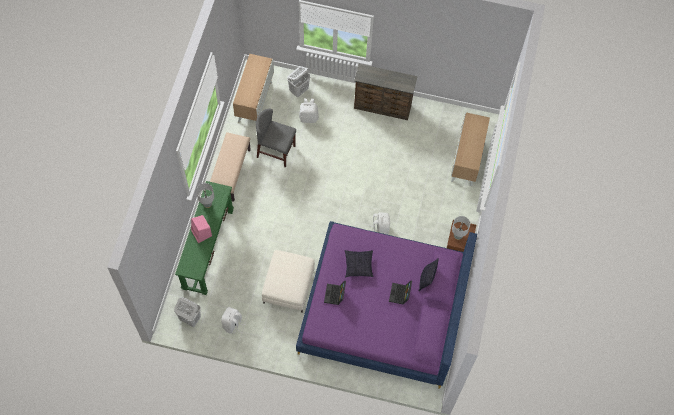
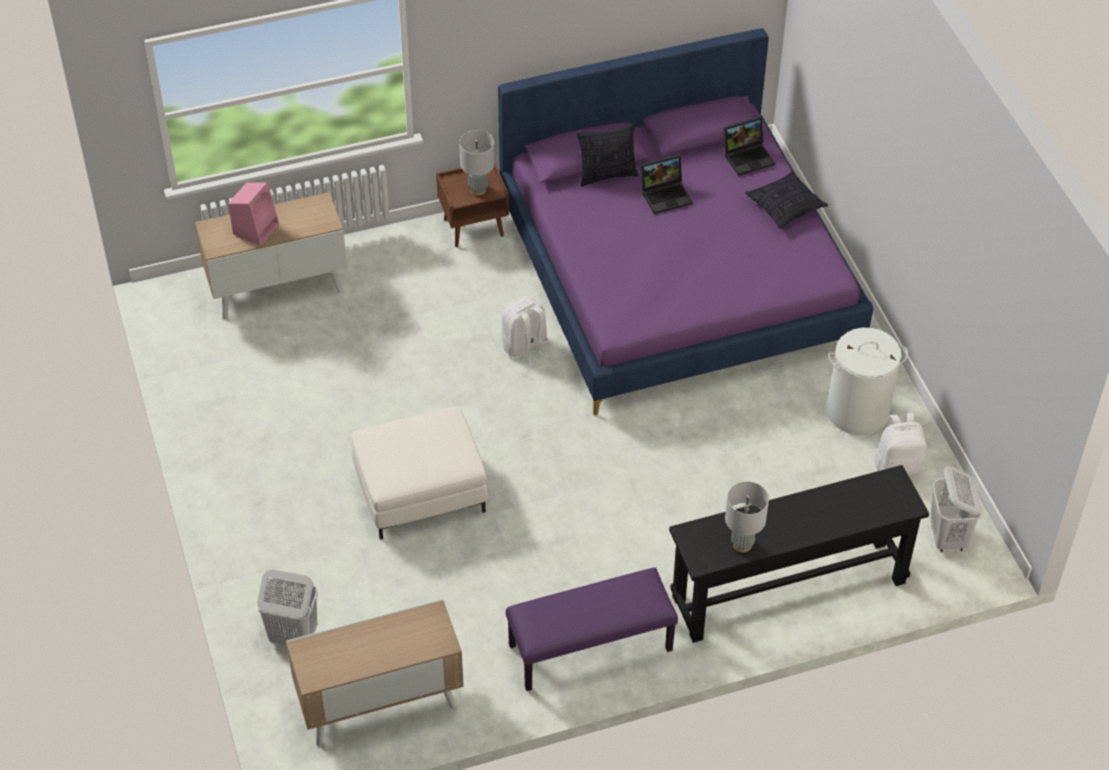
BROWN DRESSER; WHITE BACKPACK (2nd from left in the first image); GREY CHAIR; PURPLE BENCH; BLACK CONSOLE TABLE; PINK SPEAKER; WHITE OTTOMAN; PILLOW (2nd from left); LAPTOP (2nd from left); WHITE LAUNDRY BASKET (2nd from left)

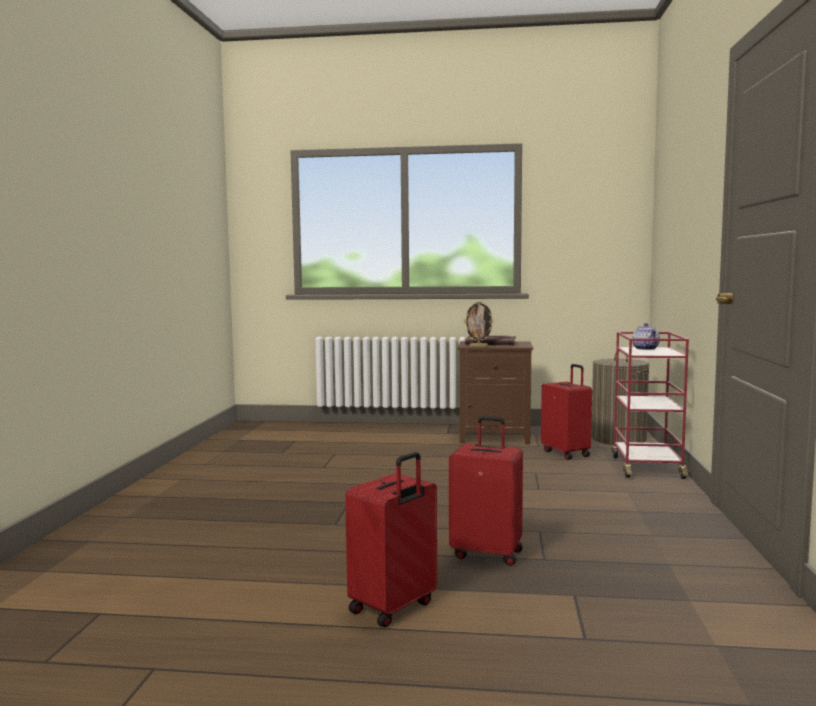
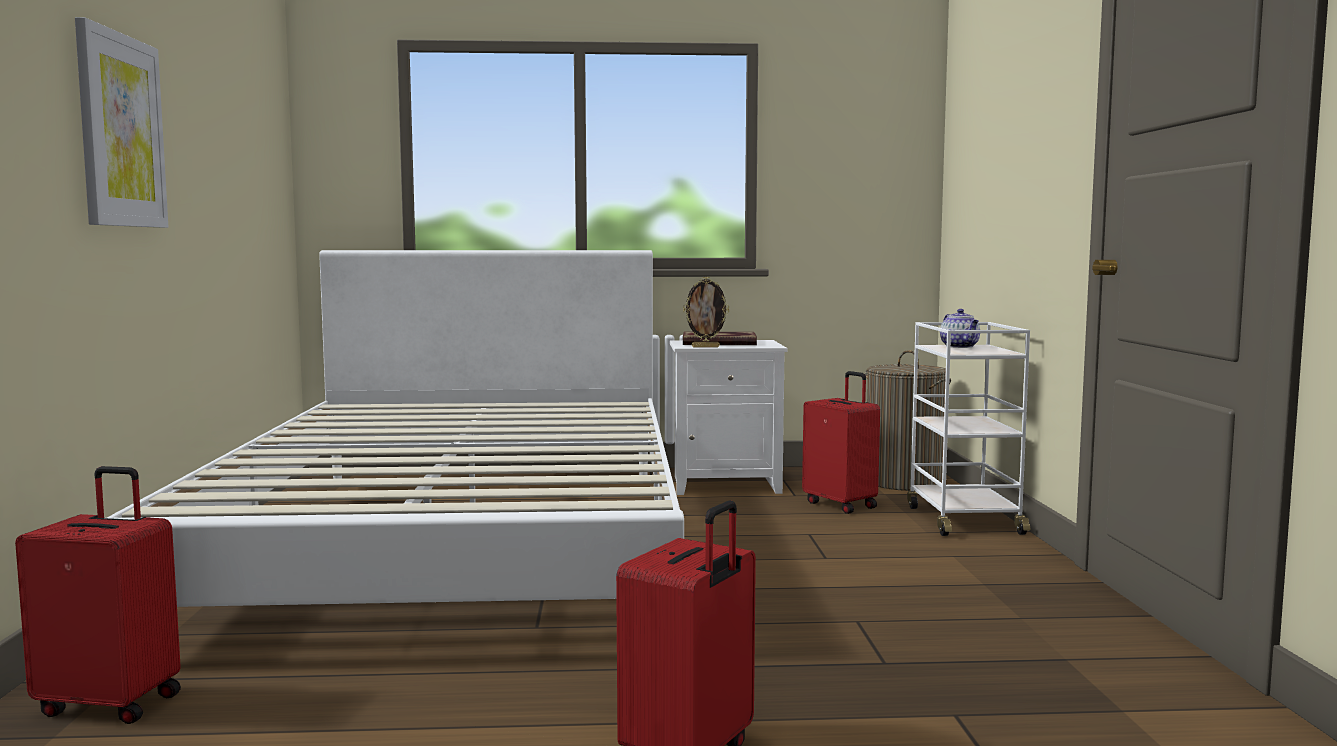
WHITE CART; WHITE NIGHTSTAND; RED SUITCASE (1st from left); PICTURE; WHITE BED

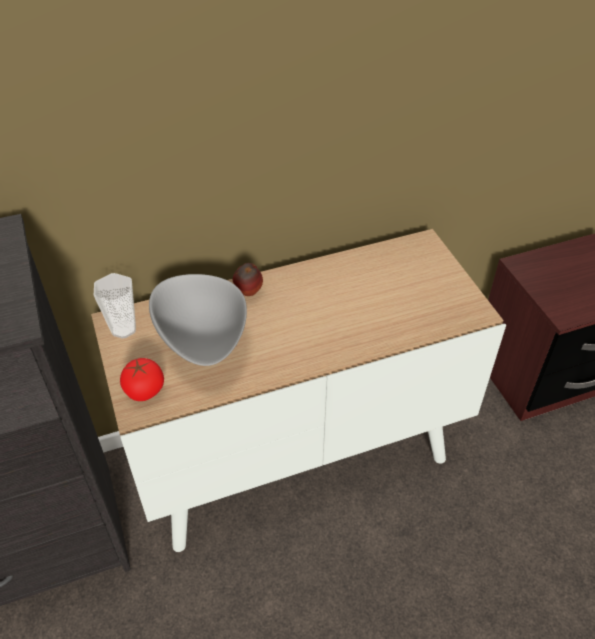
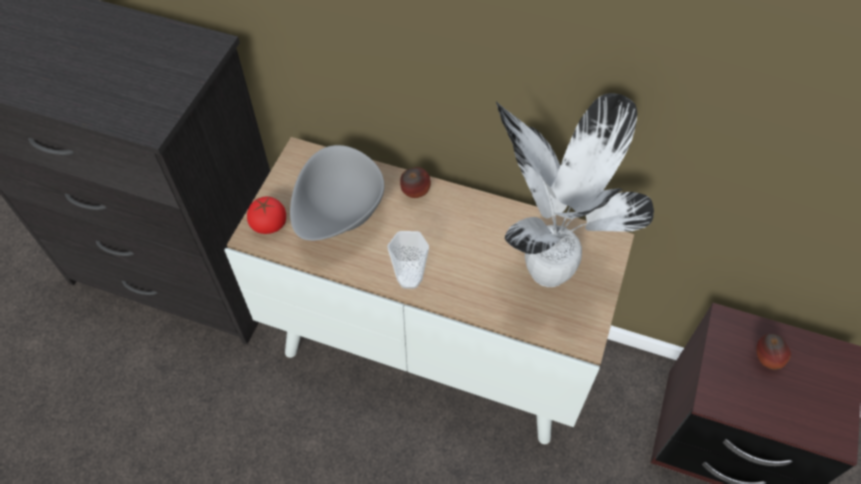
CUP; POTTED PLANT; APPLE (2nd from left)

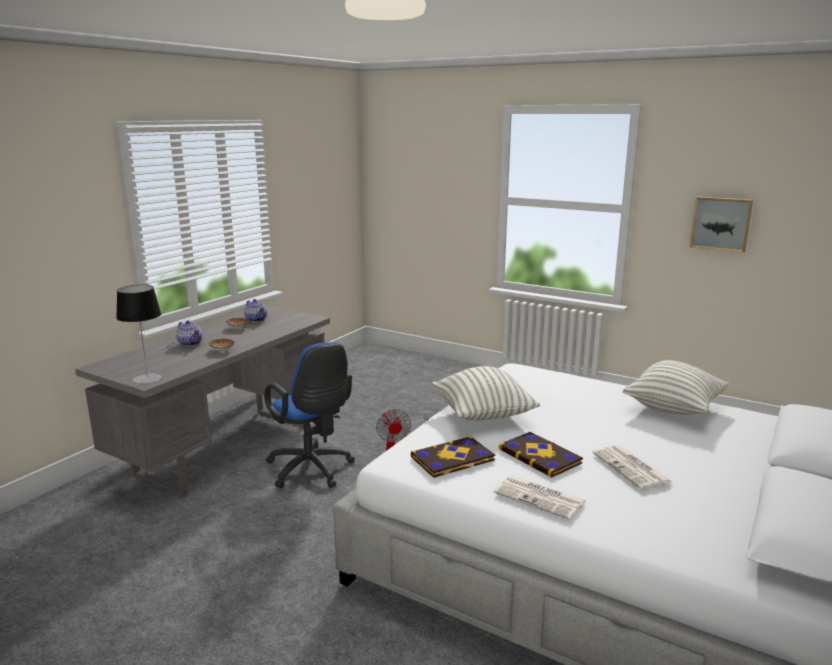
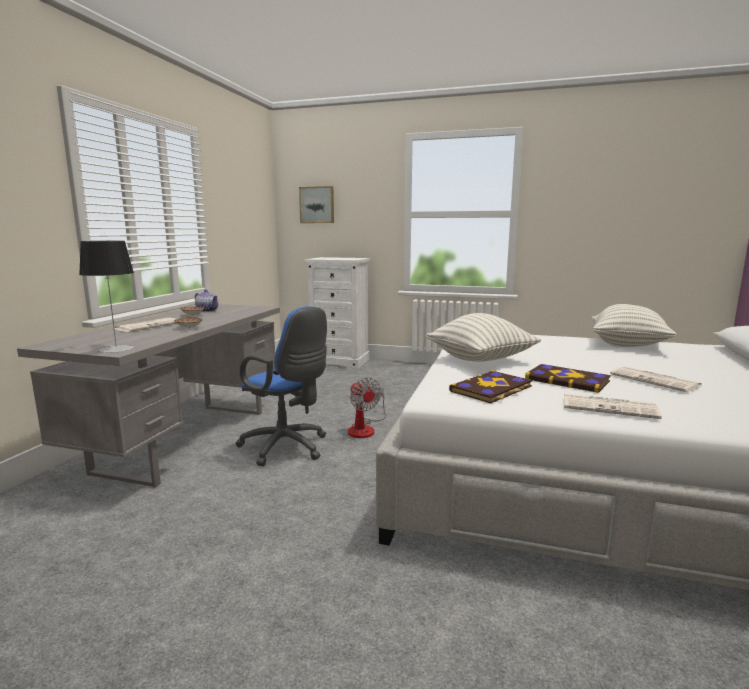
PICTURE; NEWSPAPER (1st from left); WHITE DRESSER

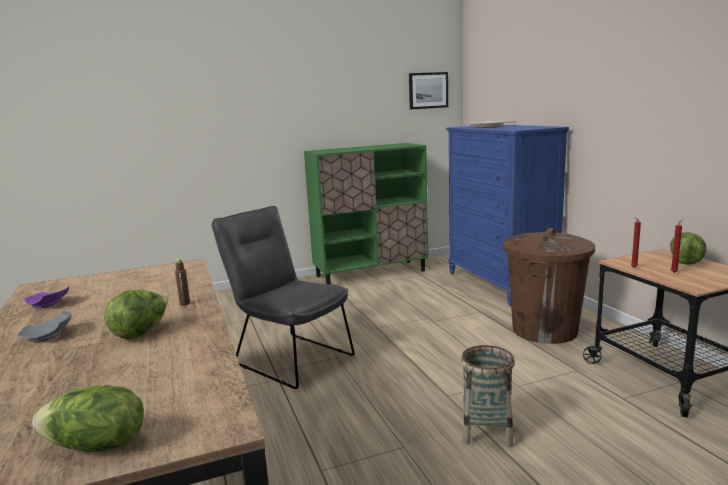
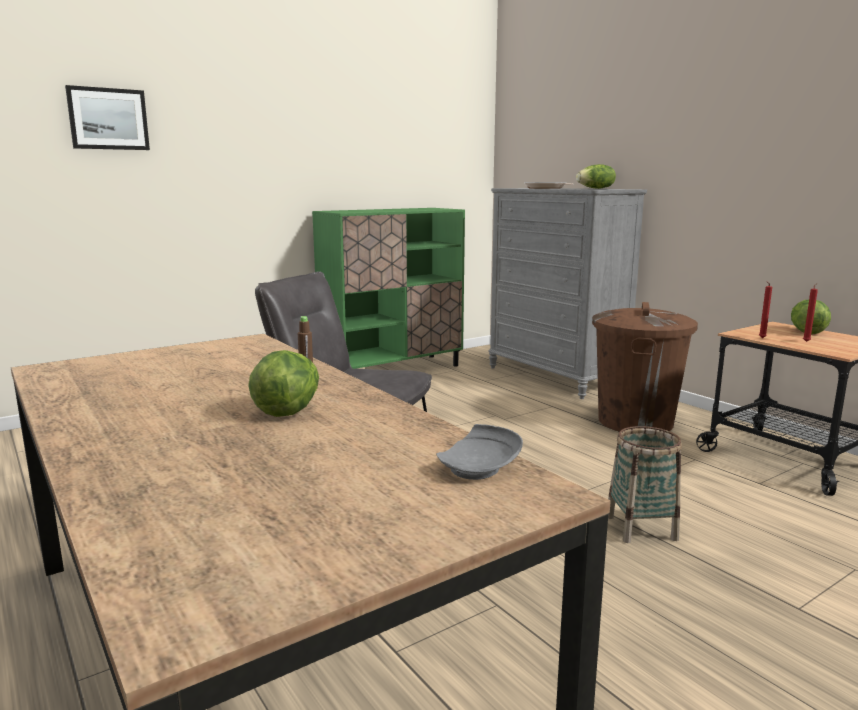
PICTURE; GREY DRESSER; PURPLE PLATE; GREY PLATE; LETTUCE (2nd from left)

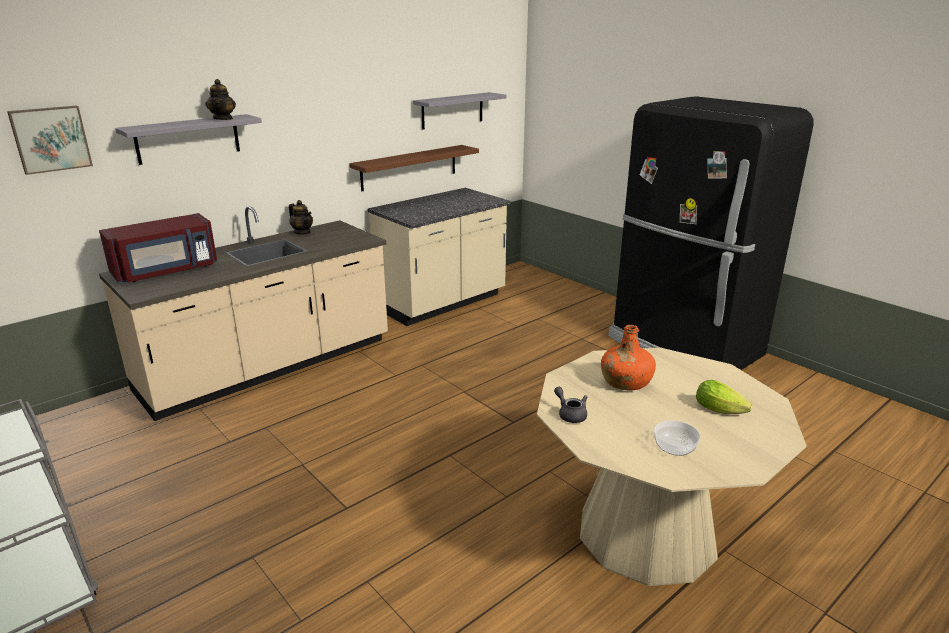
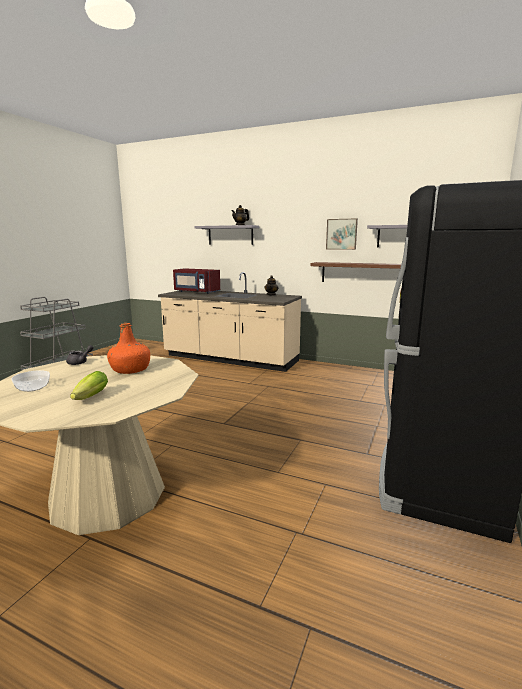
PICTURE; BEIGE COUNTER (2nd from left in the first image)

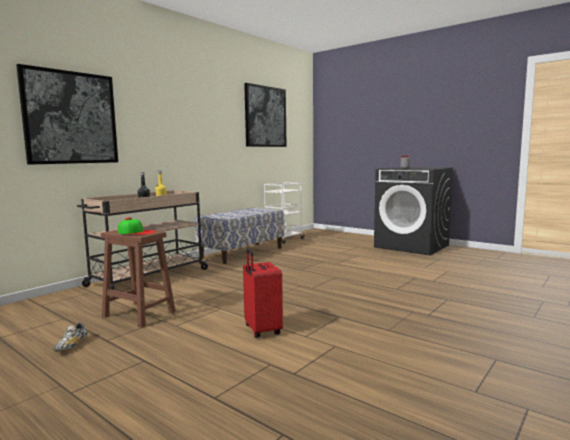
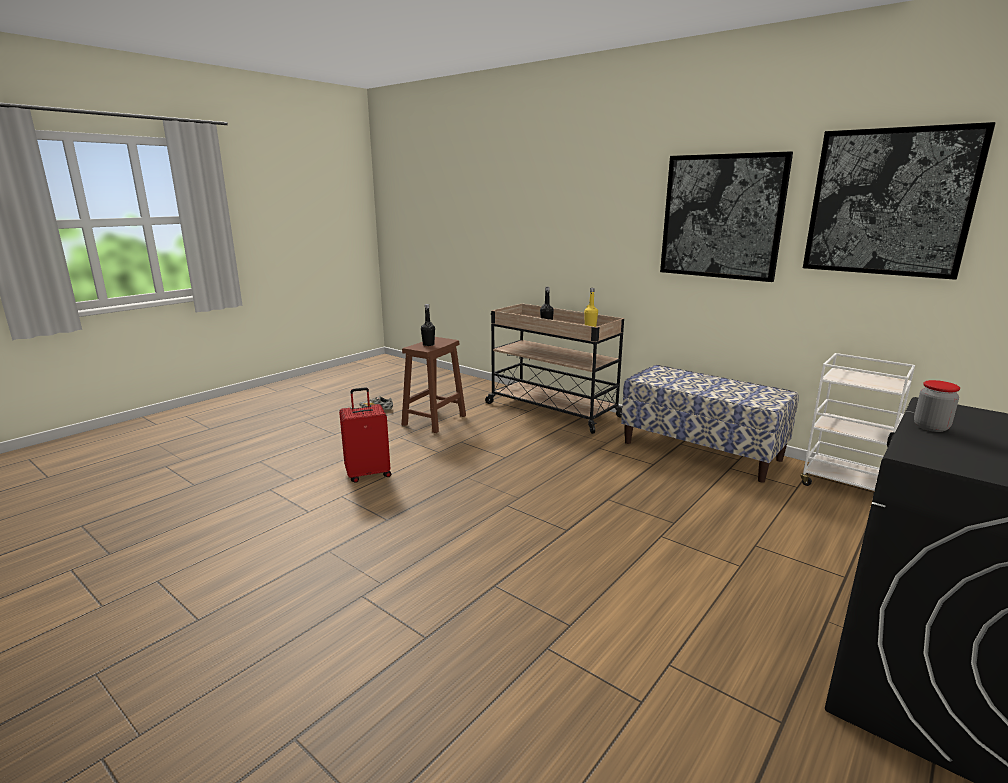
PICTURE (1st from left); BLACK BOTTLE (1st from left)

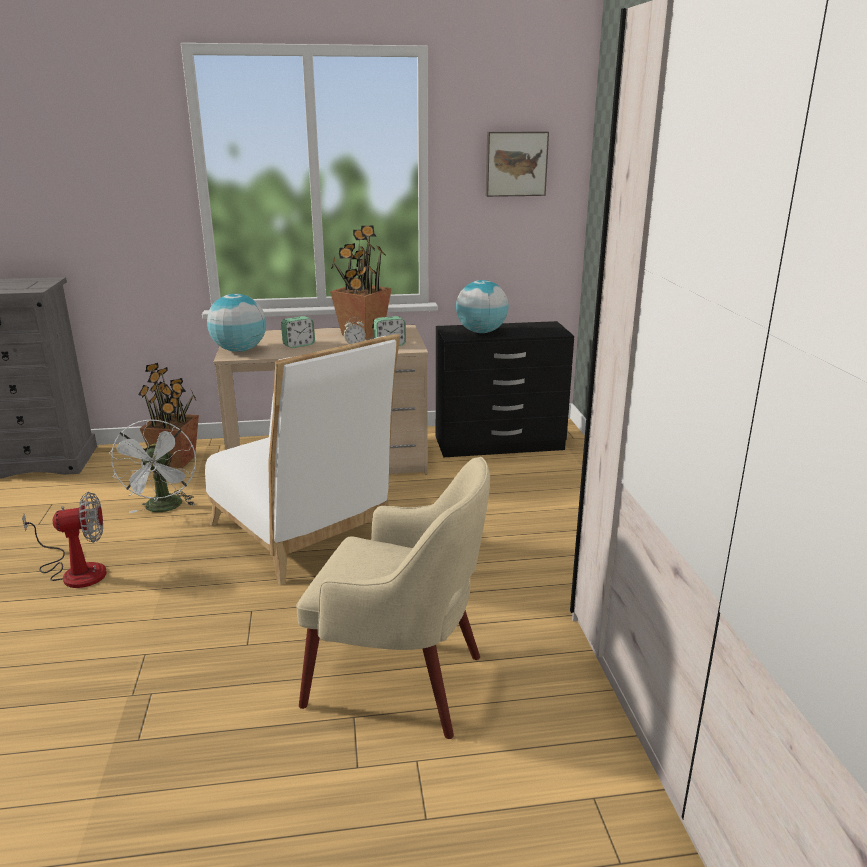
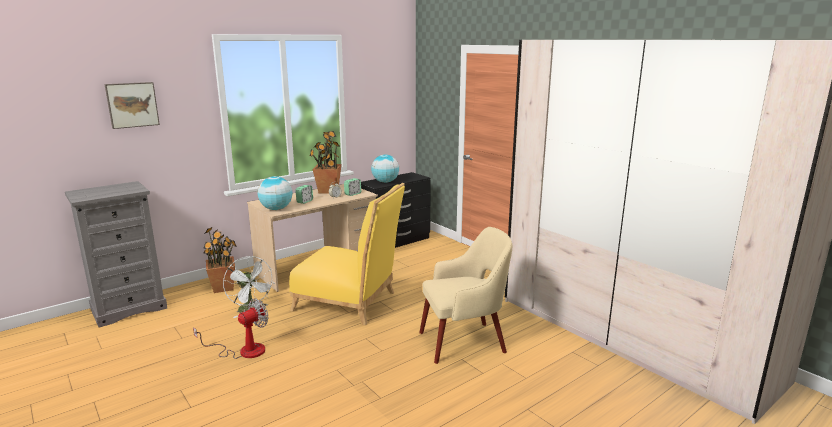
PICTURE; YELLOW CHAIR

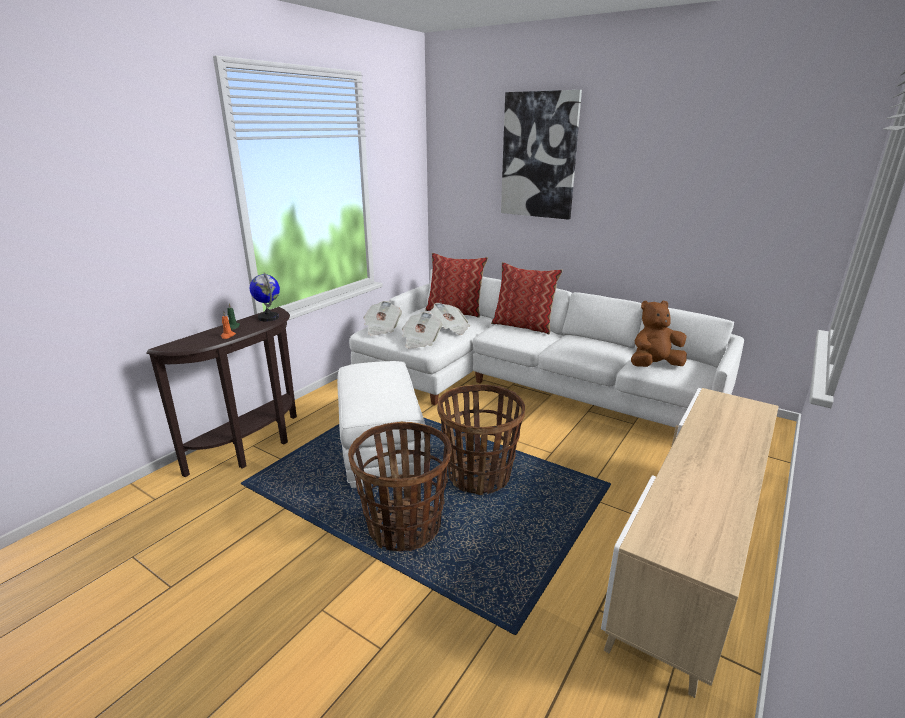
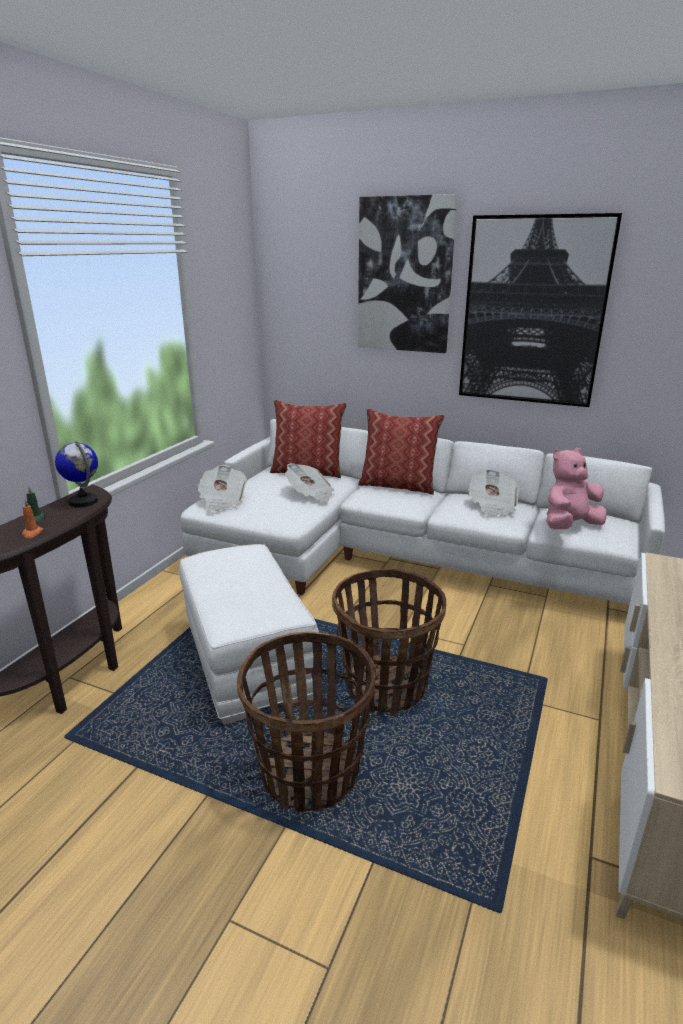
PINK PLUSH TOY; NEWSPAPER (3rd from left); PICTURE (2nd from left)

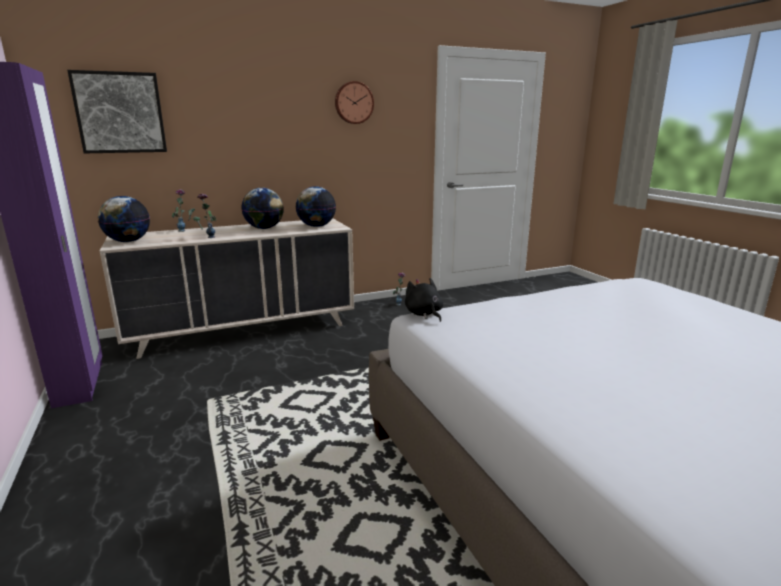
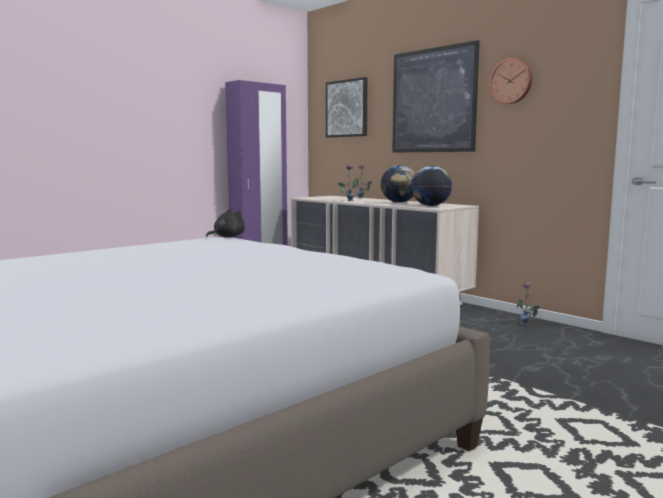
GLOBE (1st from left in the first image); PICTURE (2nd from left)

